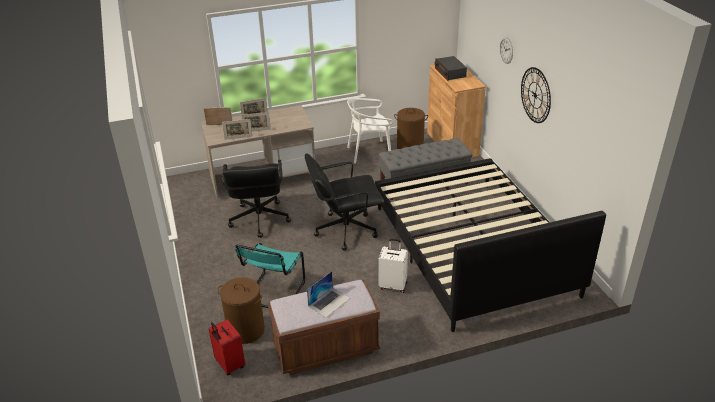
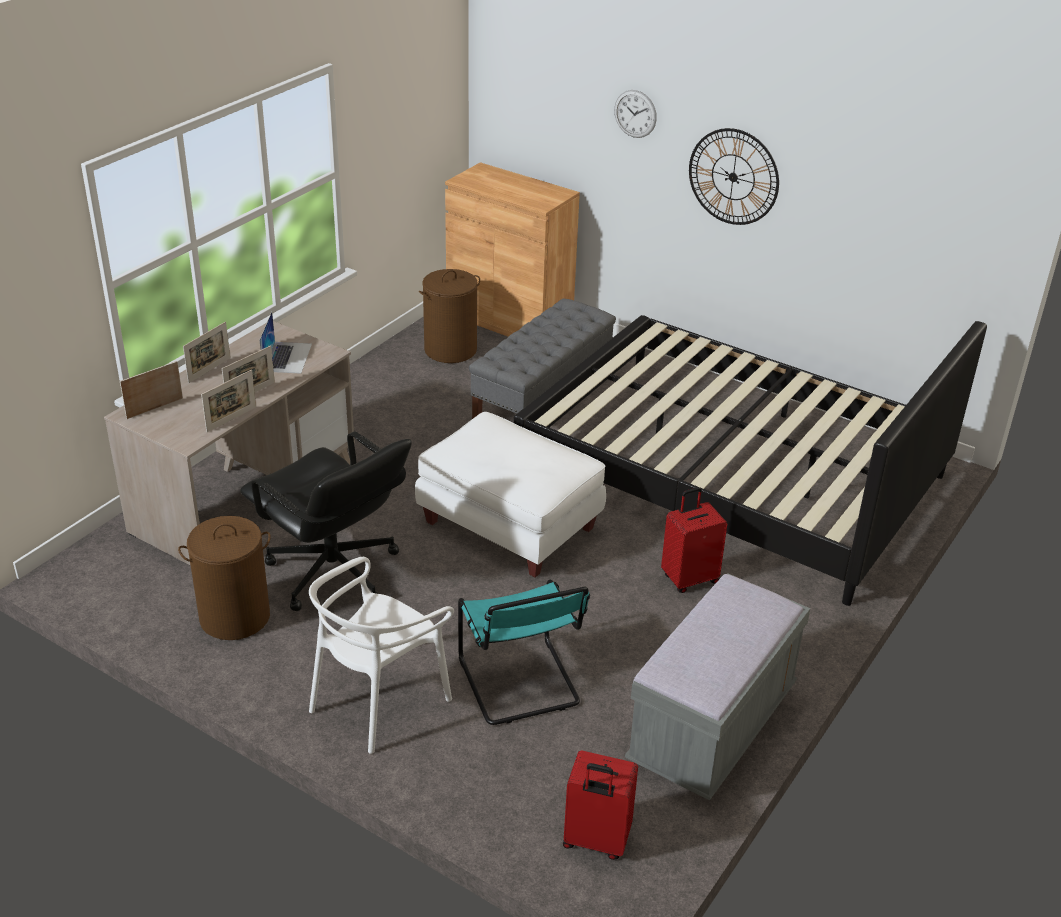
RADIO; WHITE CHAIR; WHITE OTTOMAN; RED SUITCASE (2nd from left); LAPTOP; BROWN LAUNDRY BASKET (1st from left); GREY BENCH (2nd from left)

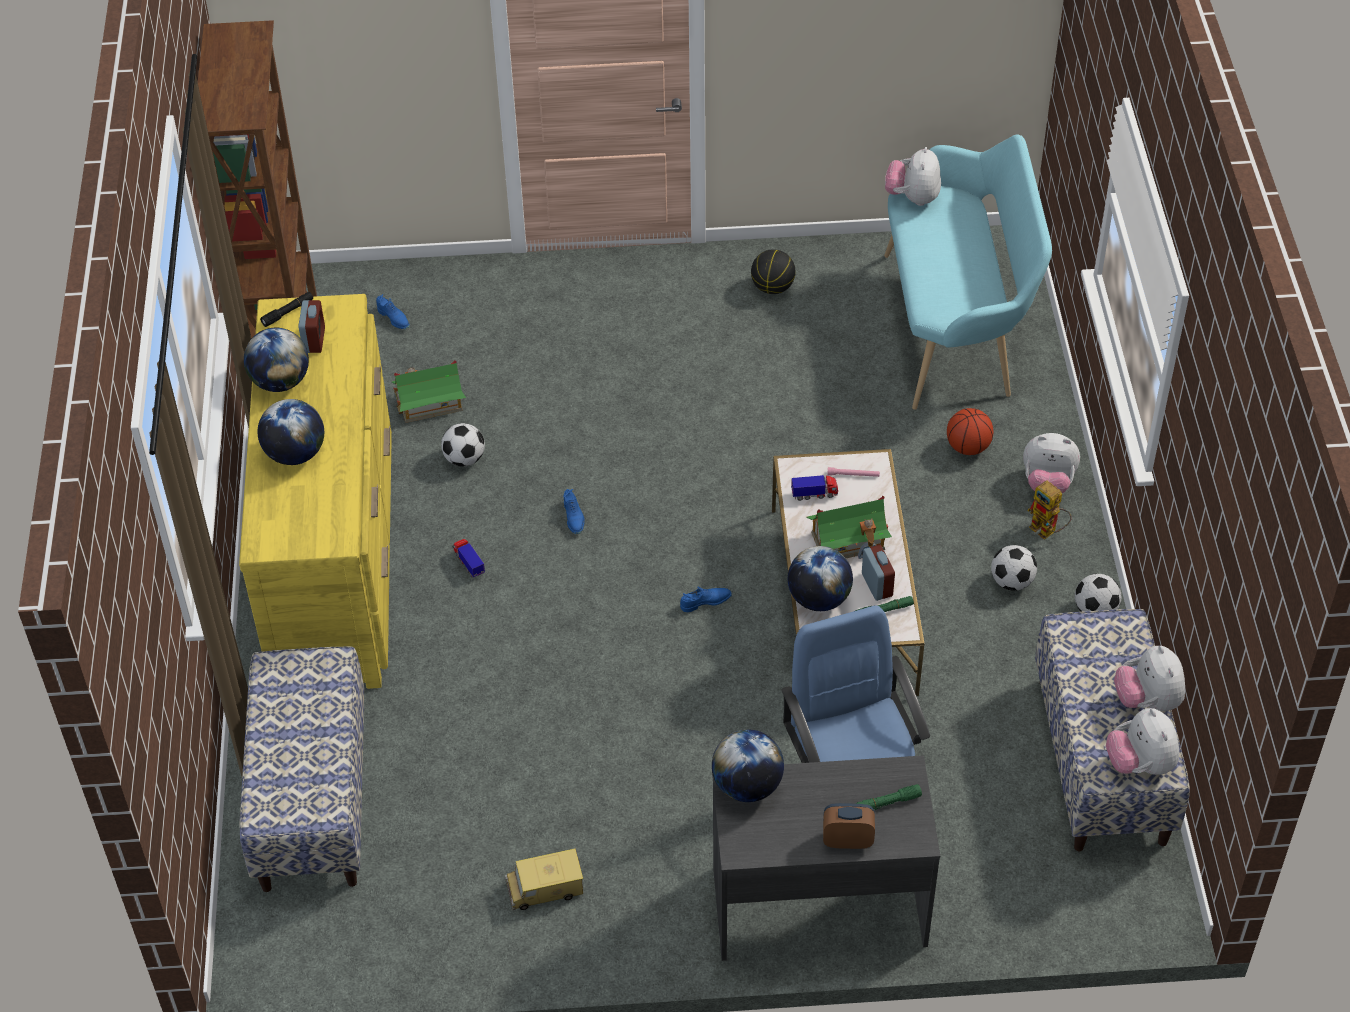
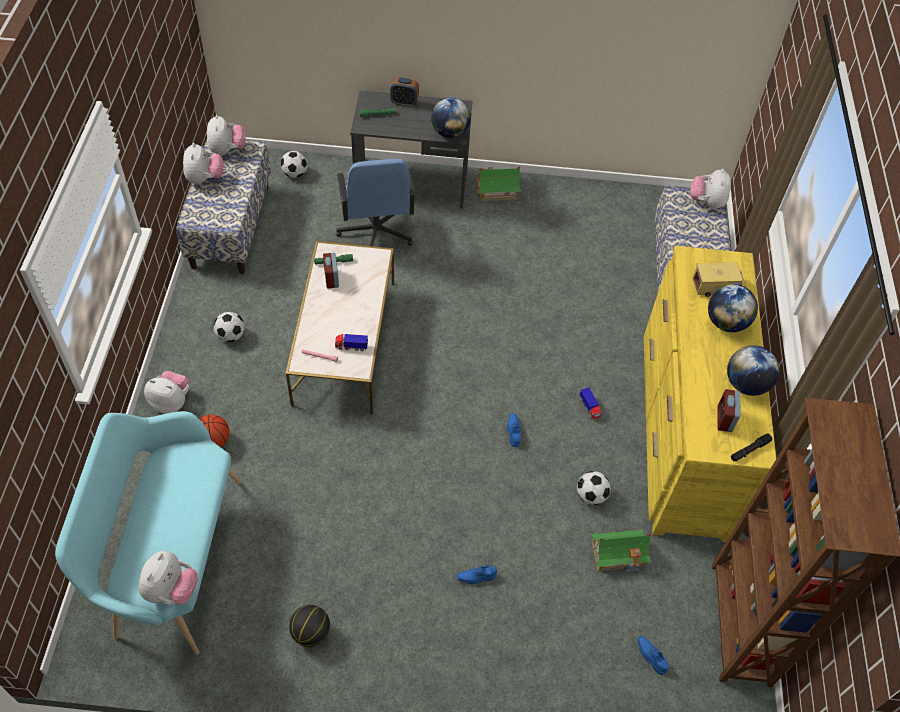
TOY ROBOT; TOY HOUSE (1st from left); GLOBE (4th from left in the first image); FOOTBALL (2nd from left); BLUE SHOE (1st from left); TOY TRUCK (3rd from left); PLUSH TOY (5th from left)

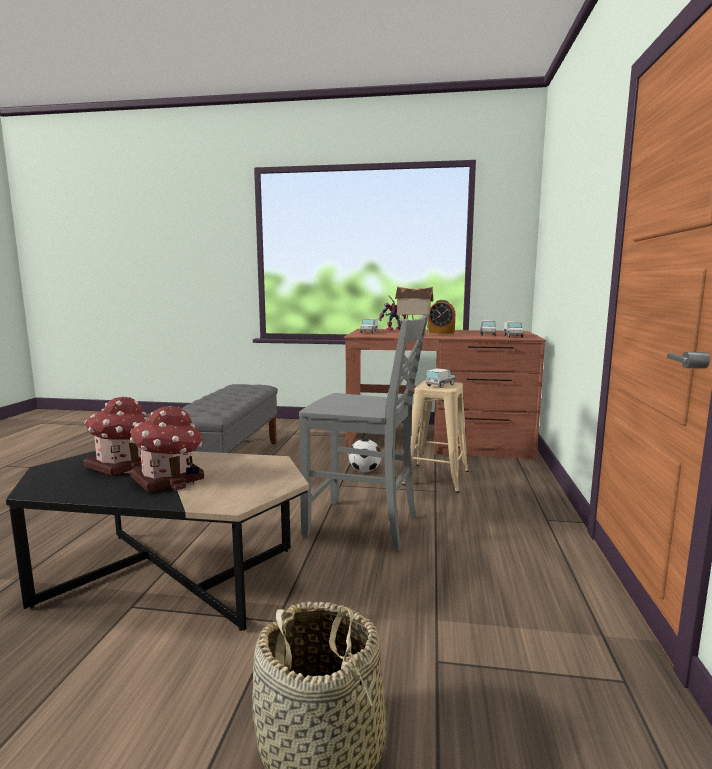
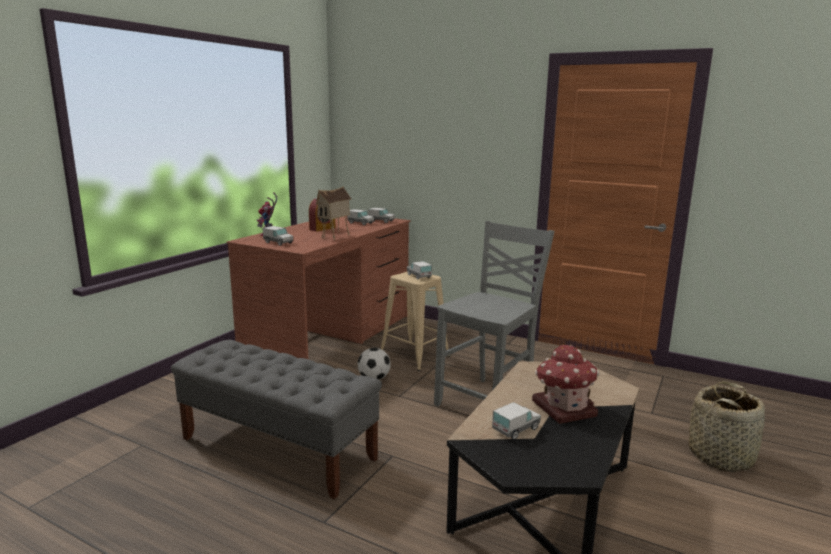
TOY TRUCK (5th from left)

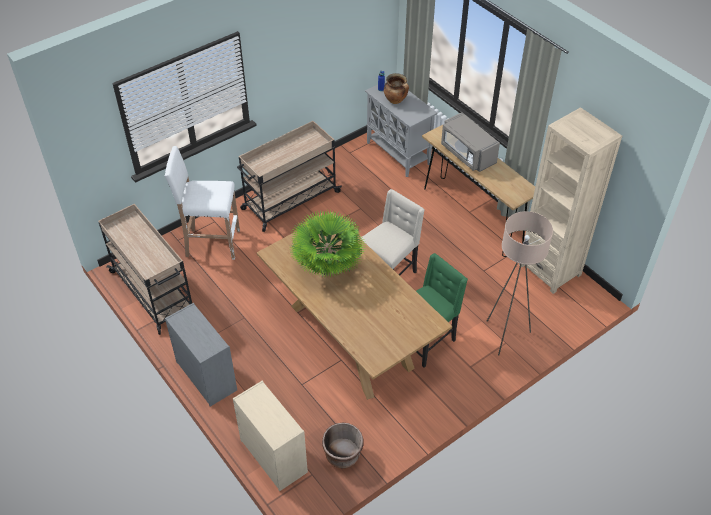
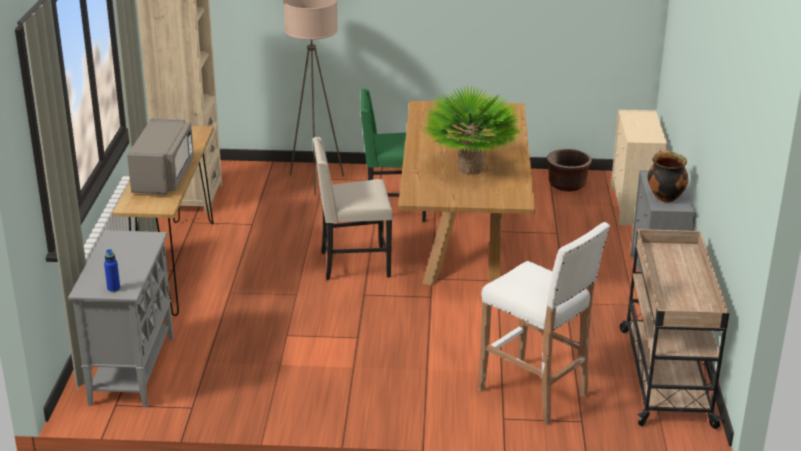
COOKING POT; BEIGE CART (2nd from left in the first image)

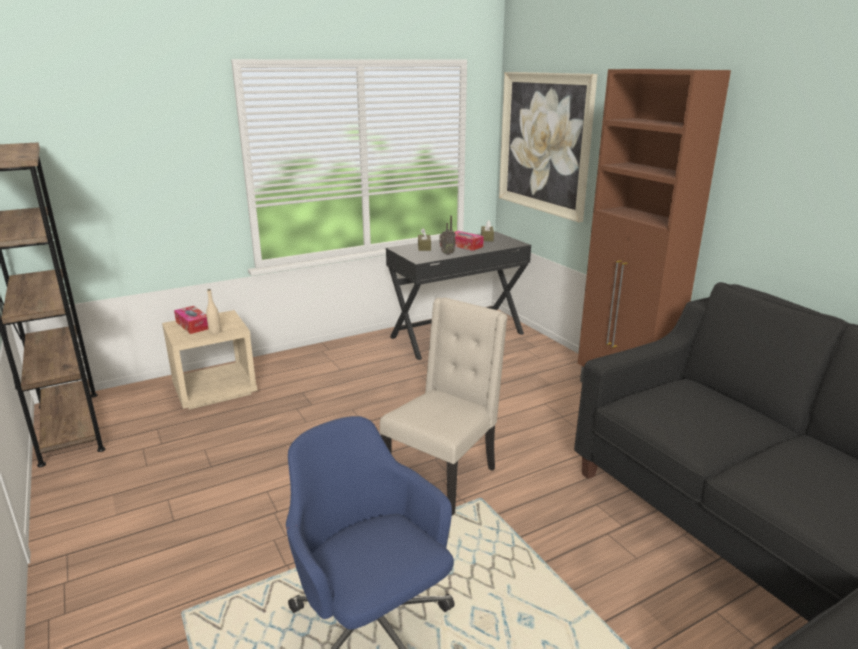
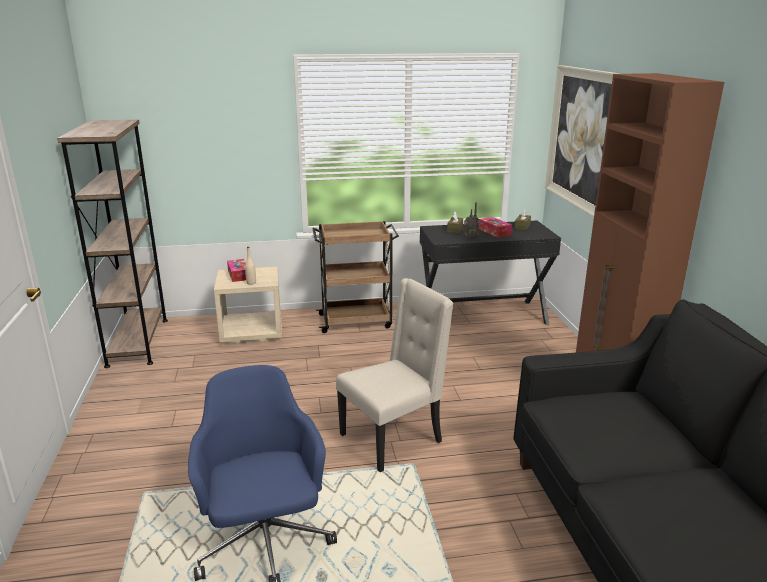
BROWN CART

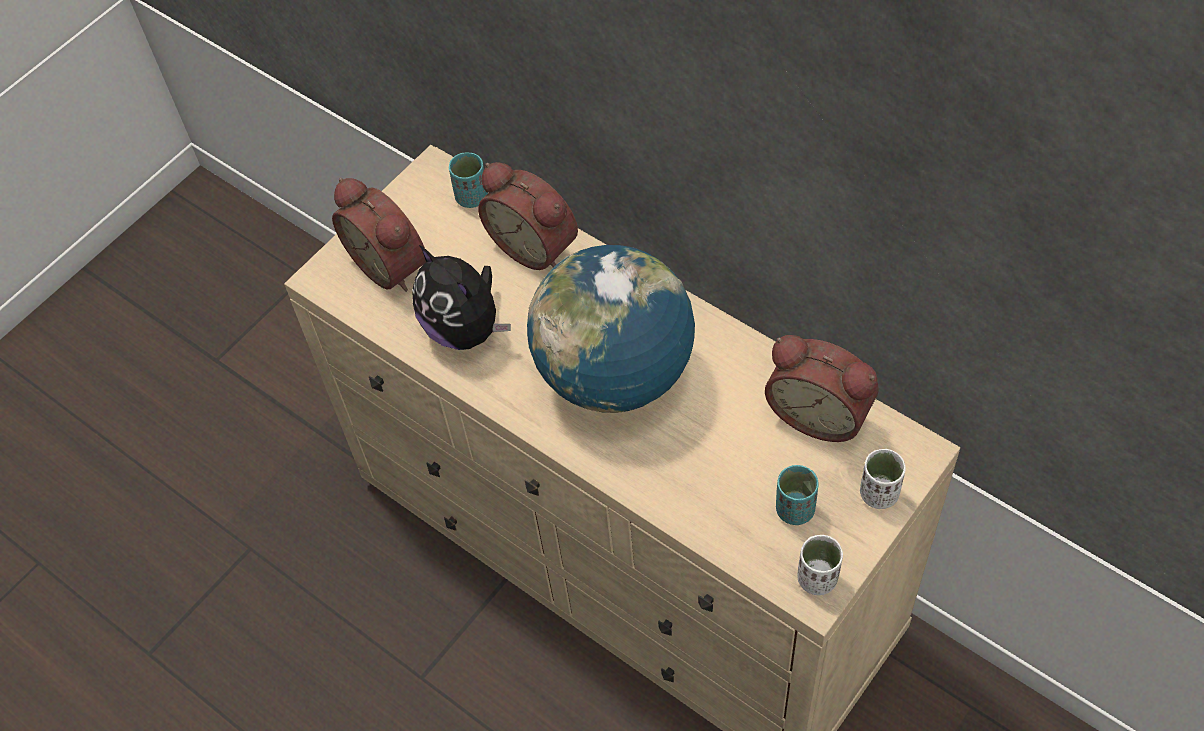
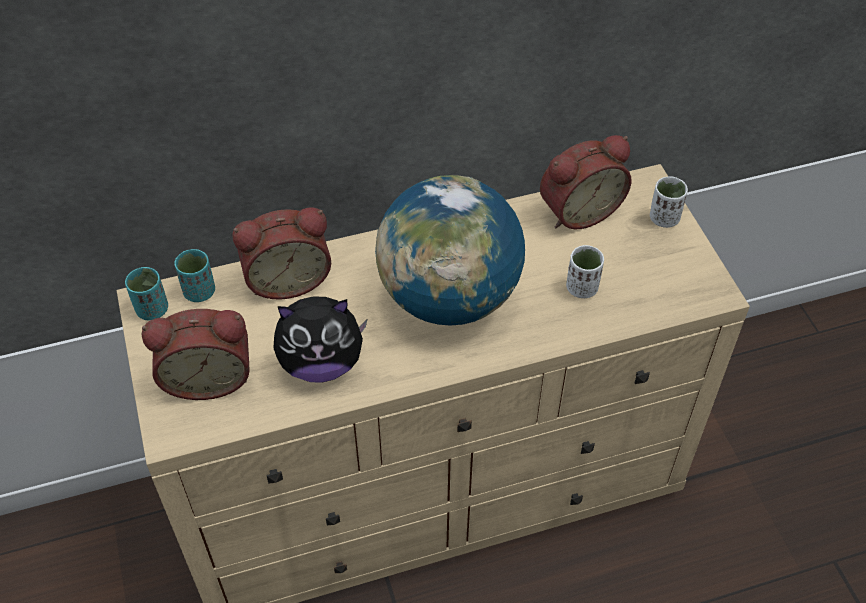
TURQUOISE CUP (1st from left); WHITE CUP (1st from left)

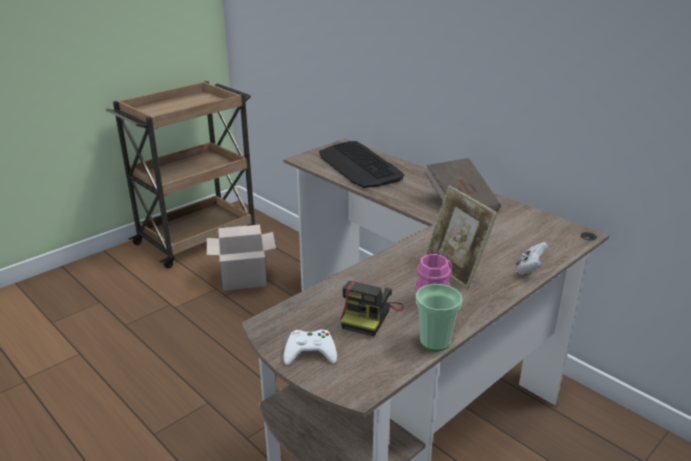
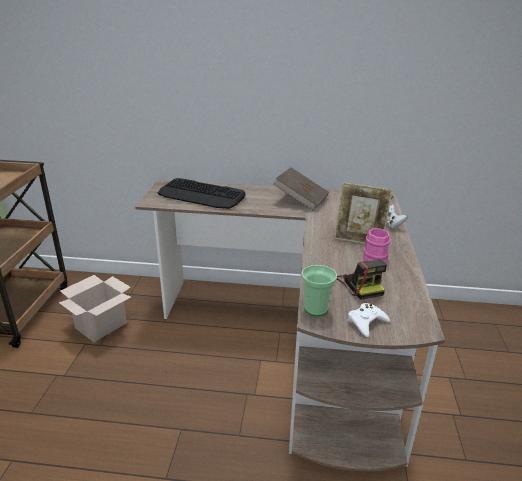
CUP

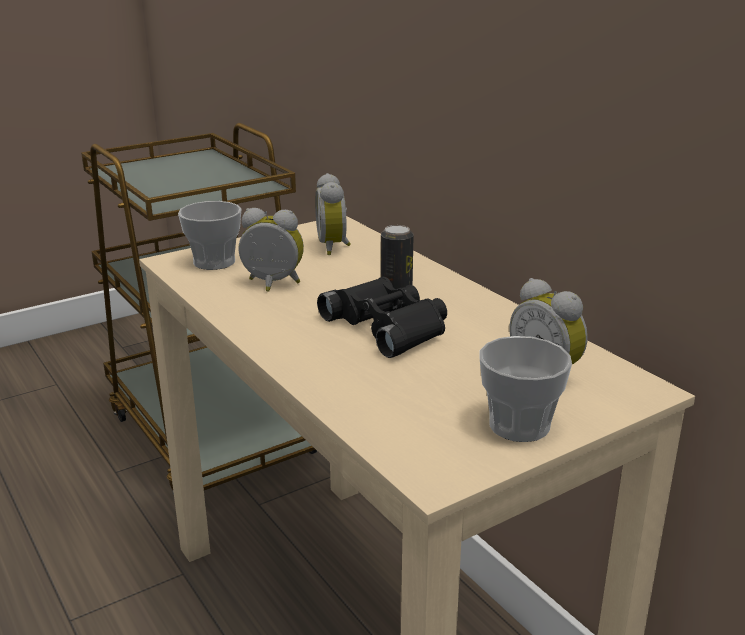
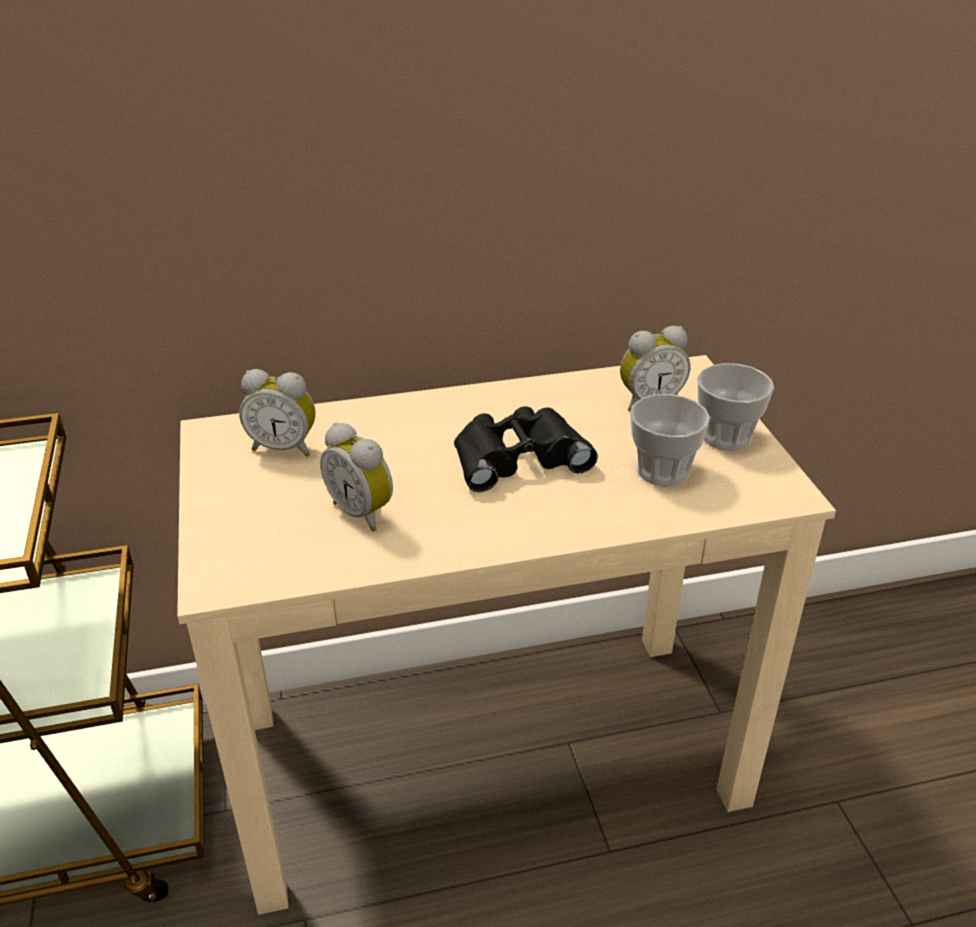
CUP (1st from left); ALARM CLOCK (2nd from left); CAN

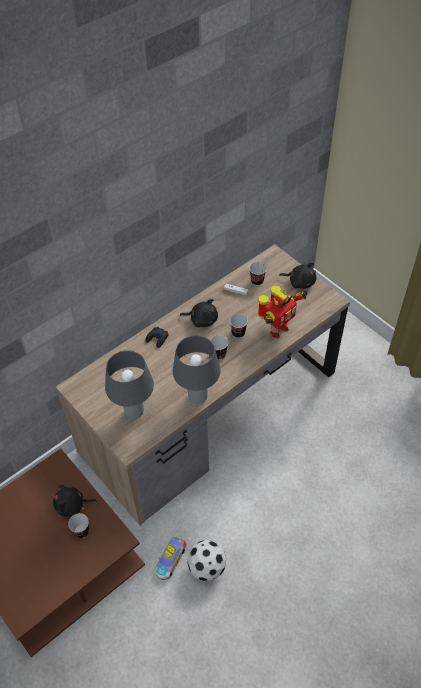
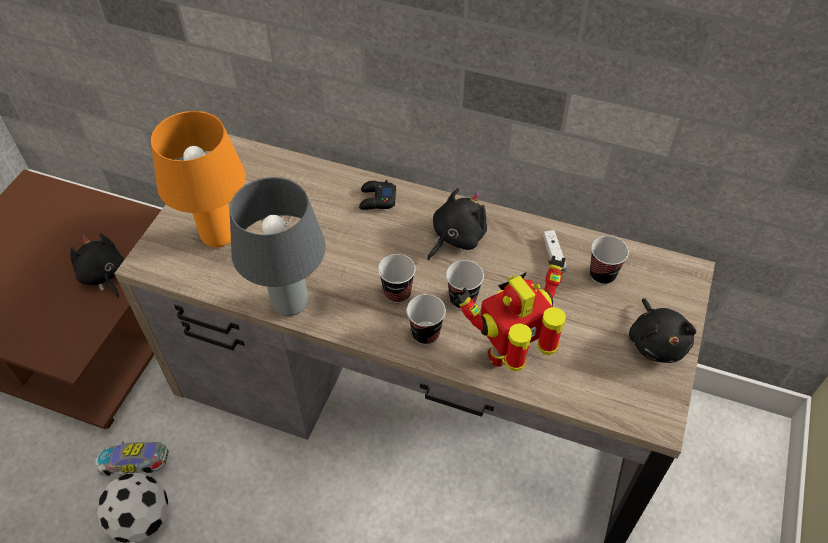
TOY ROBOT; BLACK PLUSH TOY (2nd from left); ORANGE TABLE LAMP; CUP (2nd from left)

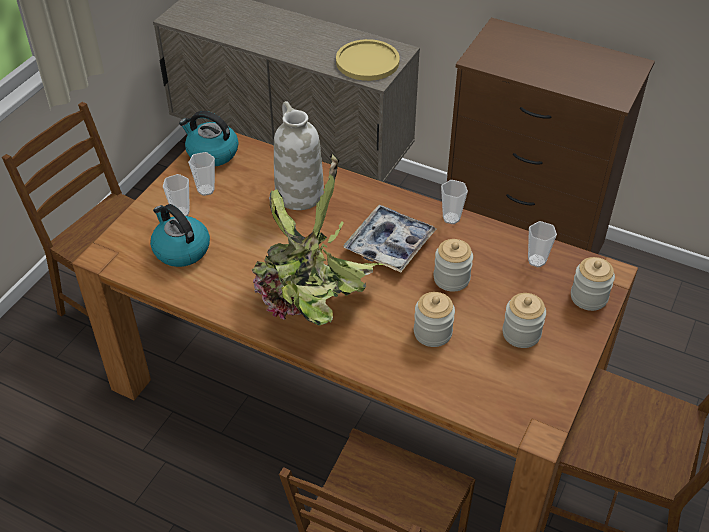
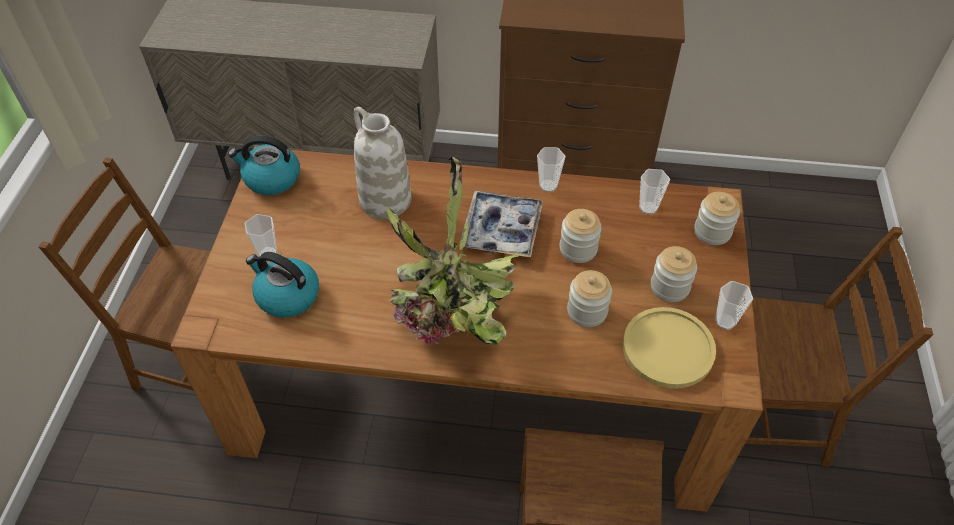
YELLOW PLATE; CUP (4th from left)

